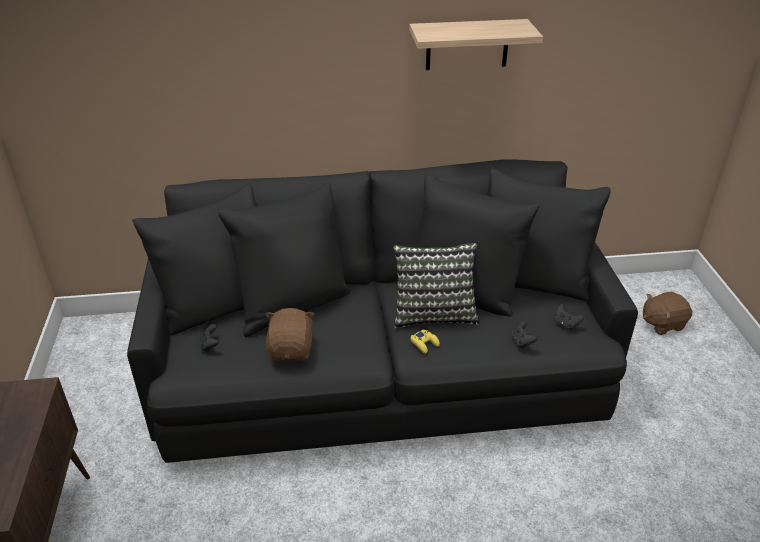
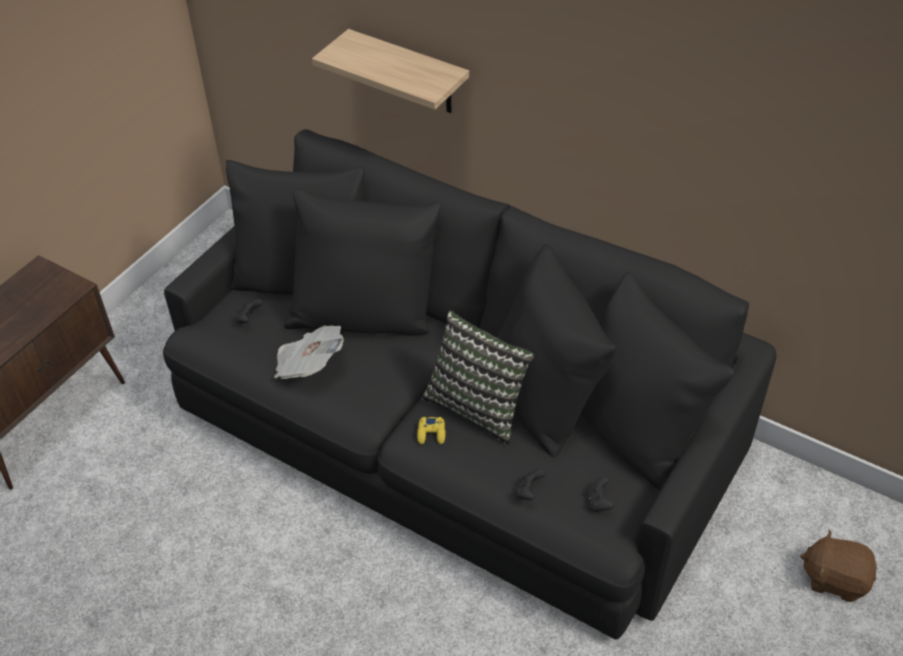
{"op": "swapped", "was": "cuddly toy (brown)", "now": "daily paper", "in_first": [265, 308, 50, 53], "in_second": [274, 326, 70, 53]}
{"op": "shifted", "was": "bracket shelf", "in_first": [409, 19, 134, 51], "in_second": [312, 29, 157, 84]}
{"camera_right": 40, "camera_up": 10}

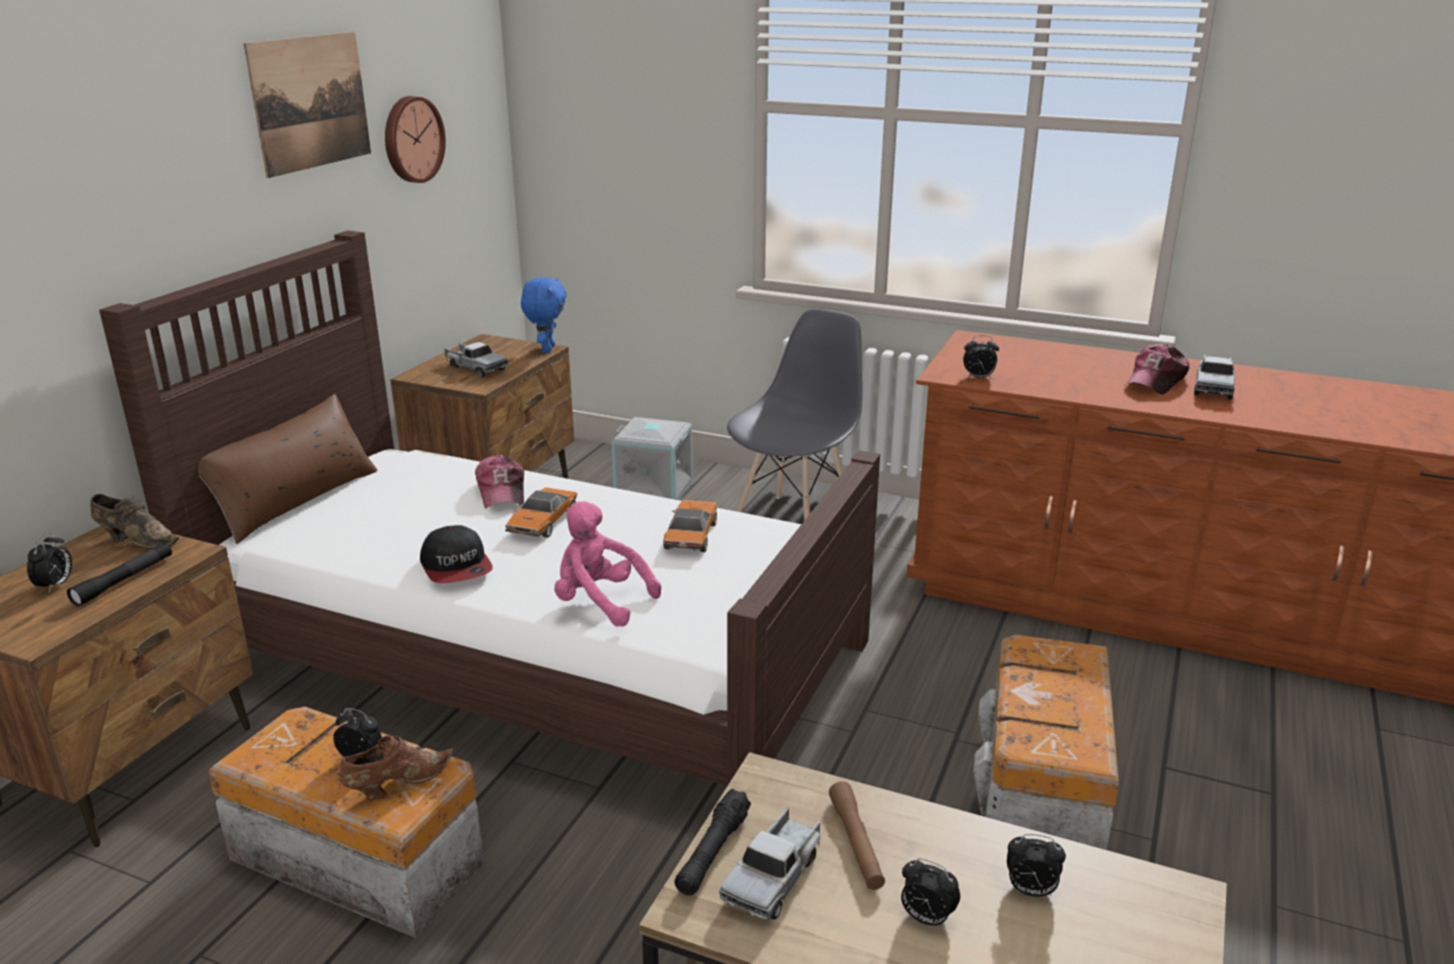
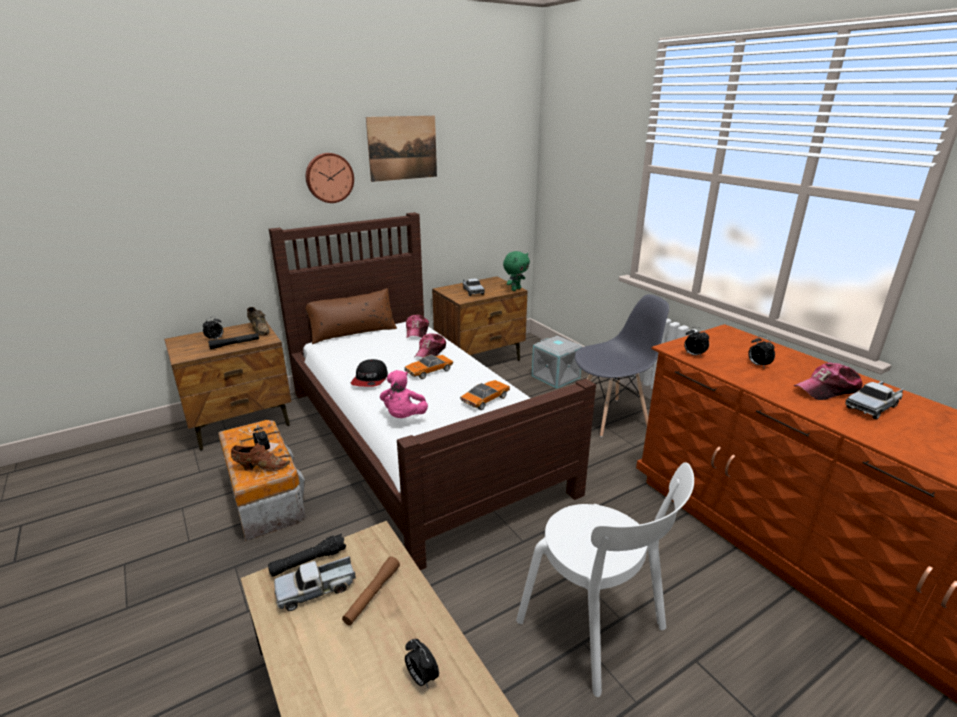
{"op": "shifted", "was": "clock on the wall", "in_first": [385, 96, 61, 87], "in_second": [306, 153, 48, 50]}
{"op": "repainted", "was": "cuddly toy (blue-coloured)", "now": "cuddly toy (green)", "in_first": [521, 277, 46, 76], "in_second": [503, 251, 27, 40]}
{"op": "rotated", "was": "cuddly toy (pink)", "in_first": [554, 501, 107, 126], "in_second": [380, 370, 48, 48], "clockwise": -150}
{"op": "shifted", "was": "alarm clock", "in_first": [901, 858, 59, 70], "in_second": [748, 335, 27, 34]}
{"op": "swapped", "was": "storage bin", "now": "plain chair (white-coloured)", "in_first": [973, 635, 146, 215], "in_second": [516, 462, 178, 235]}
{"op": "new", "now": "peaked cap", "in_second": [406, 315, 23, 23]}
{"camera_right": 35, "camera_up": 0}

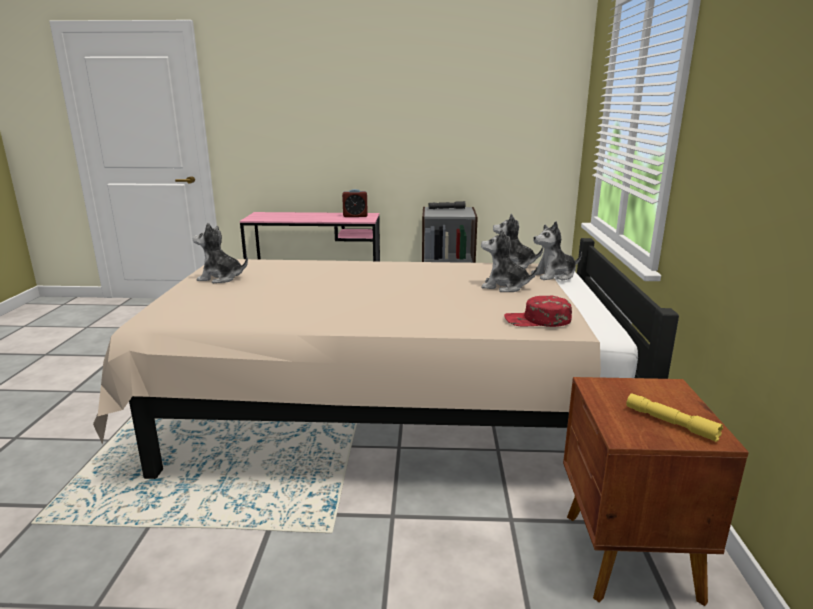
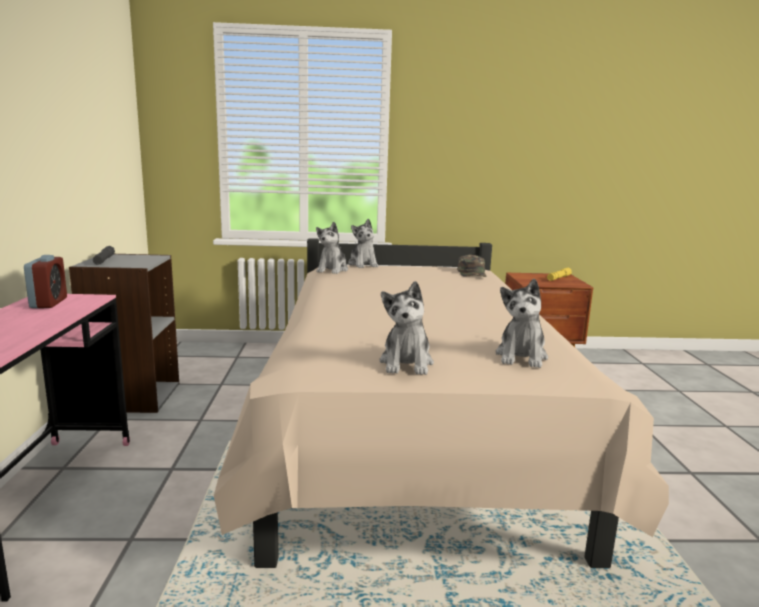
{"op": "shifted", "was": "cuddly toy", "in_first": [481, 228, 57, 64], "in_second": [495, 279, 53, 89]}
{"op": "repainted", "was": "peaked cap (red)", "now": "peaked cap (green)", "in_first": [504, 296, 68, 31], "in_second": [457, 255, 30, 22]}
{"camera_right": -95, "camera_up": -5}

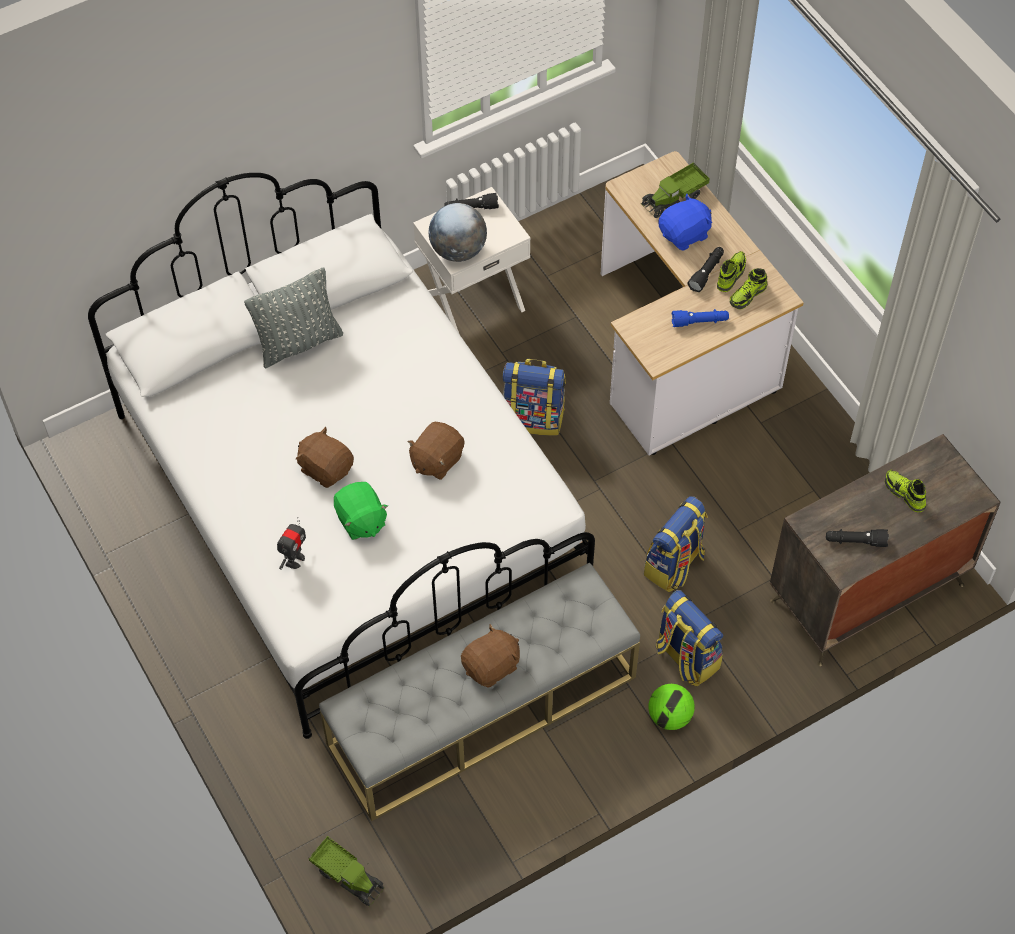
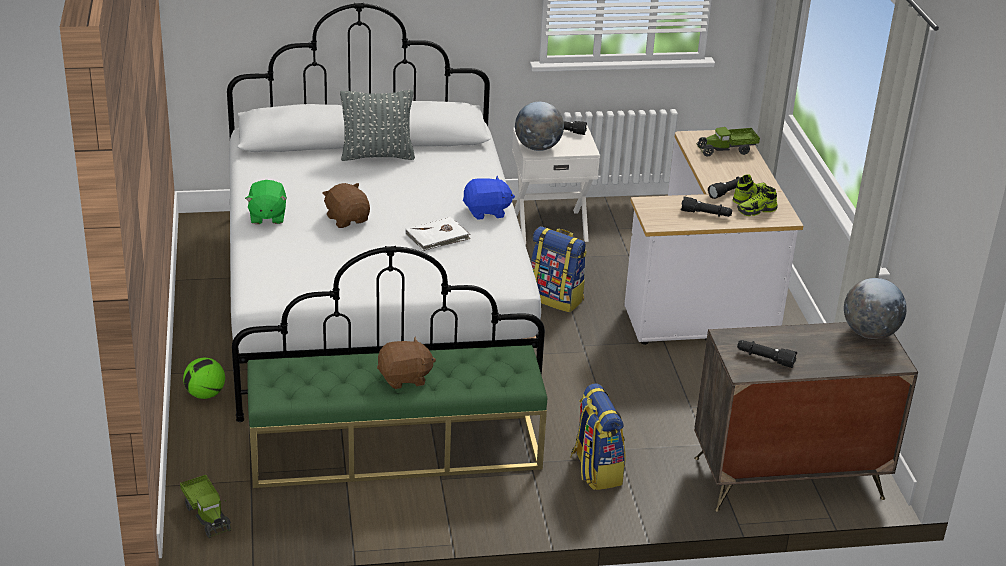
{"op": "gone", "was": "model robot", "in_first": [277, 517, 29, 53]}
{"op": "repainted", "was": "bench (grey)", "now": "bench (green)", "in_first": [319, 563, 321, 258], "in_second": [247, 345, 300, 143]}
{"op": "shifted", "was": "cuddly toy (green)", "in_first": [334, 482, 54, 58], "in_second": [245, 180, 42, 44]}
{"op": "swapped", "was": "cuddly toy (brown)", "now": "bound book (white-coloured)", "in_first": [407, 422, 57, 58], "in_second": [405, 217, 66, 35]}
{"op": "gone", "was": "rucksack", "in_first": [644, 496, 64, 96]}
{"op": "shifted", "was": "football", "in_first": [648, 684, 47, 46], "in_second": [183, 358, 42, 41]}
{"op": "shifted", "was": "cuddly toy (blue-coloured)", "in_first": [659, 193, 53, 58], "in_second": [463, 176, 52, 44]}
{"op": "repainted", "was": "flashlight (blue-coloured)", "now": "flashlight (black)", "in_first": [672, 309, 57, 18], "in_second": [681, 197, 51, 20]}
{"op": "gone", "was": "low shoe", "in_first": [885, 470, 41, 42]}
{"op": "new", "now": "globe", "in_second": [844, 278, 63, 61]}
{"camera_right": 20, "camera_up": -25}

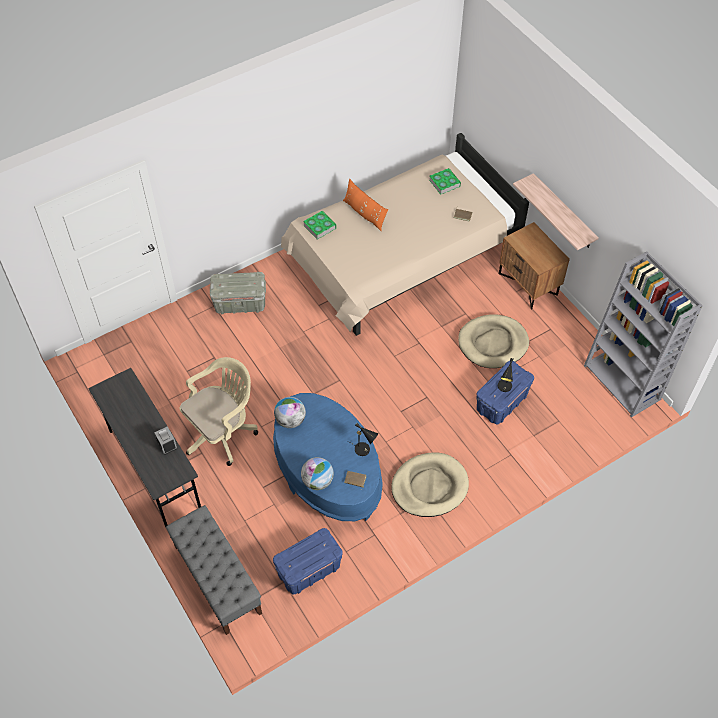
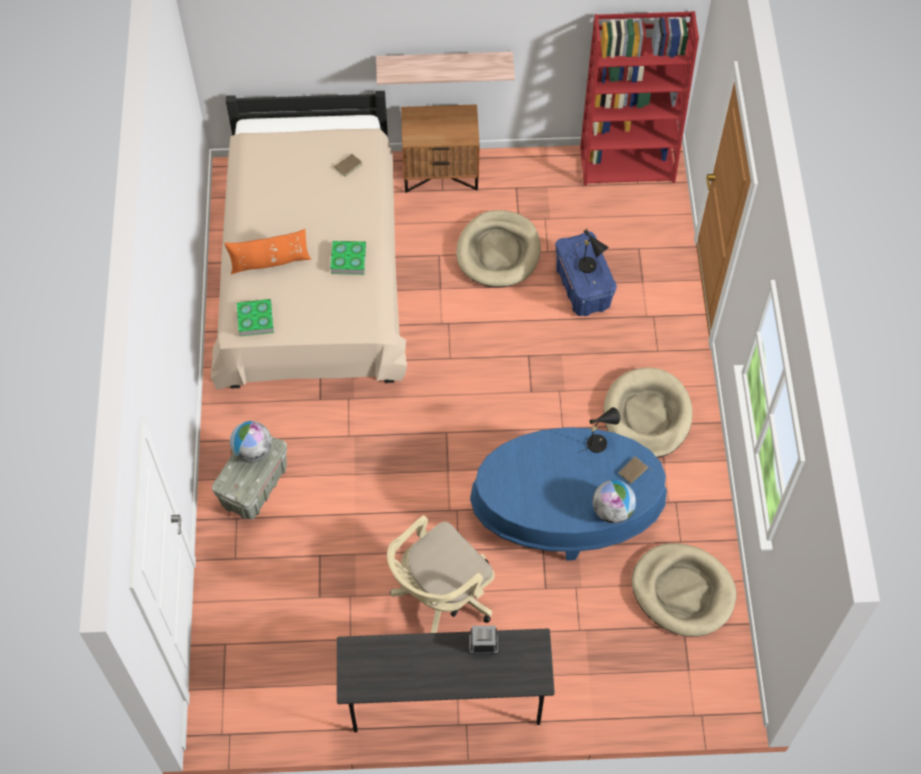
{"op": "gone", "was": "bench (grey)", "in_first": [166, 505, 96, 130]}
{"op": "rotated", "was": "office chair (beige)", "in_first": [180, 357, 78, 109], "in_second": [387, 515, 108, 118], "clockwise": -120}
{"op": "swapped", "was": "storage bin (blue-coloured)", "now": "dog cushion (beige)", "in_first": [273, 528, 70, 66], "in_second": [632, 543, 105, 94]}
{"op": "shifted", "was": "globe", "in_first": [274, 397, 32, 31], "in_second": [230, 421, 42, 42]}
{"op": "shifted", "was": "bound book", "in_first": [429, 168, 32, 27], "in_second": [330, 241, 36, 34]}
{"op": "repainted", "was": "bookcase (grey)", "now": "bookcase (red)", "in_first": [584, 251, 119, 167], "in_second": [580, 11, 119, 175]}
{"camera_right": -60, "camera_up": 5}

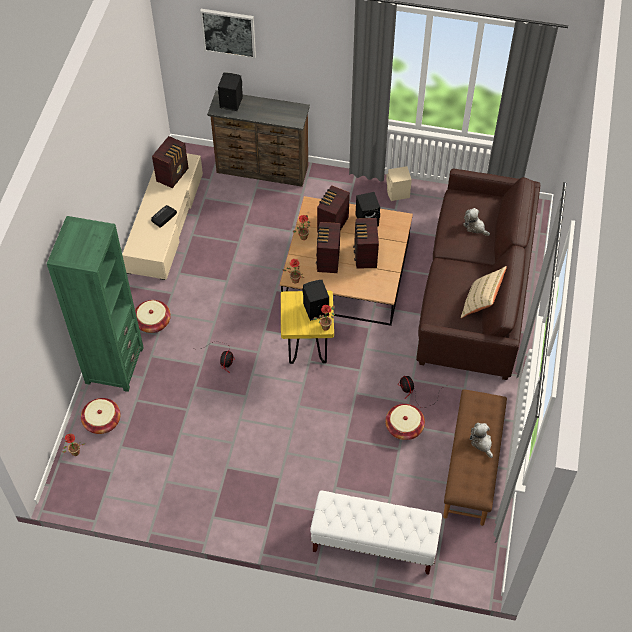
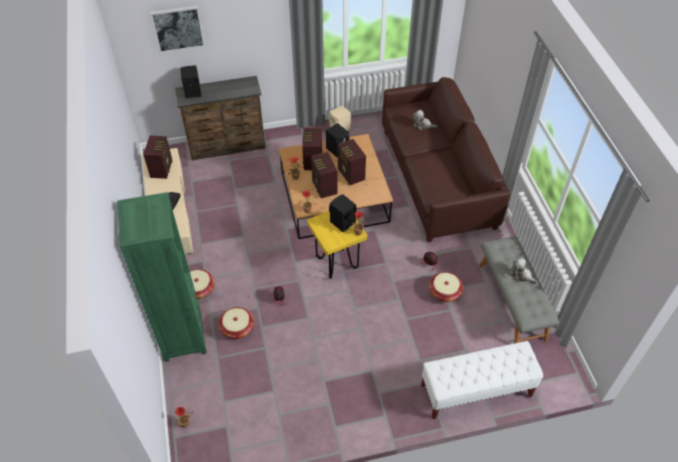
{"op": "shifted", "was": "household basket", "in_first": [81, 398, 40, 36], "in_second": [219, 307, 35, 32]}
{"op": "repainted", "was": "bench (brown)", "now": "bench (grey)", "in_first": [443, 389, 64, 137], "in_second": [479, 236, 80, 108]}
{"op": "gone", "was": "throw pillow (beige)", "in_first": [461, 266, 46, 52]}
{"camera_right": -25, "camera_up": -5}

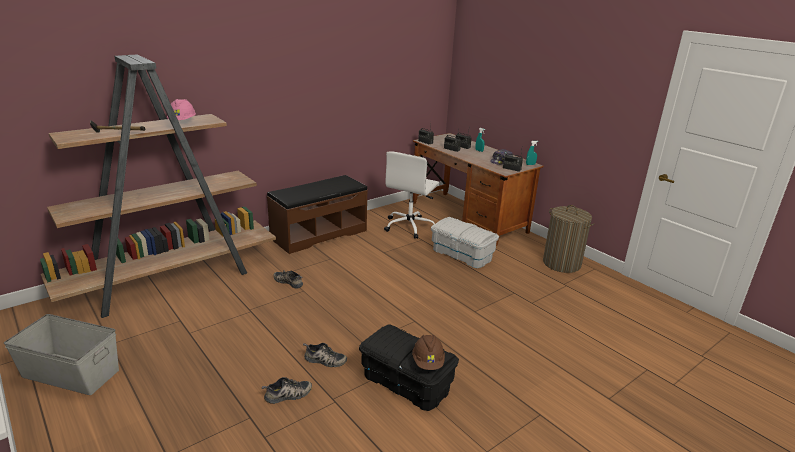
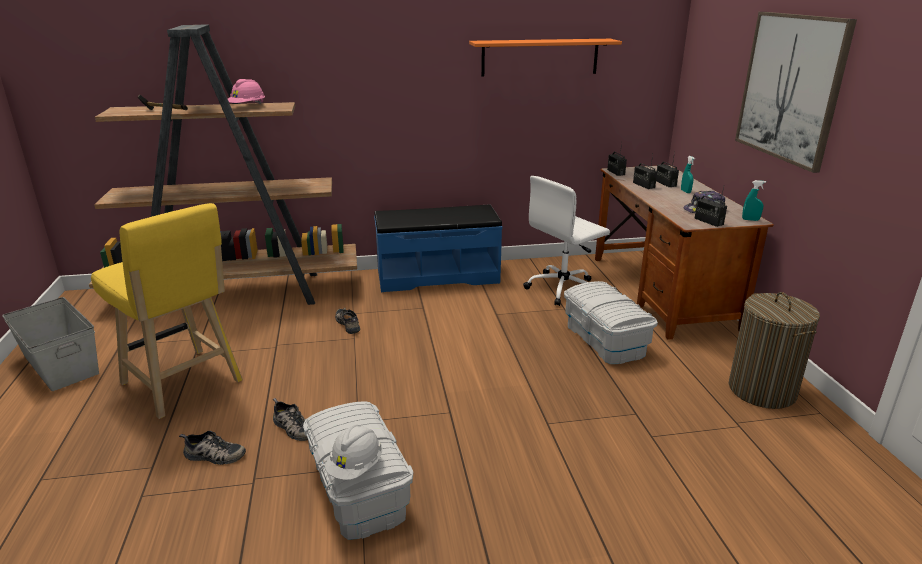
{"op": "repainted", "was": "bench (brown)", "now": "bench (blue-coloured)", "in_first": [267, 175, 101, 79], "in_second": [374, 205, 128, 87]}
{"op": "repainted", "was": "storage bin (black)", "now": "storage bin (white-coloured)", "in_first": [359, 324, 100, 87], "in_second": [303, 401, 110, 139]}
{"op": "repainted", "was": "work helmet (brown)", "now": "work helmet (white-coloured)", "in_first": [412, 335, 33, 35], "in_second": [325, 425, 57, 55]}
{"op": "new", "now": "stool seat (yellowish)", "in_second": [91, 203, 152, 216]}
{"op": "new", "now": "bracket shelf (orange)", "in_second": [469, 39, 153, 38]}
{"op": "new", "now": "wall picture", "in_second": [735, 12, 122, 161]}
{"camera_right": 30, "camera_up": 0}

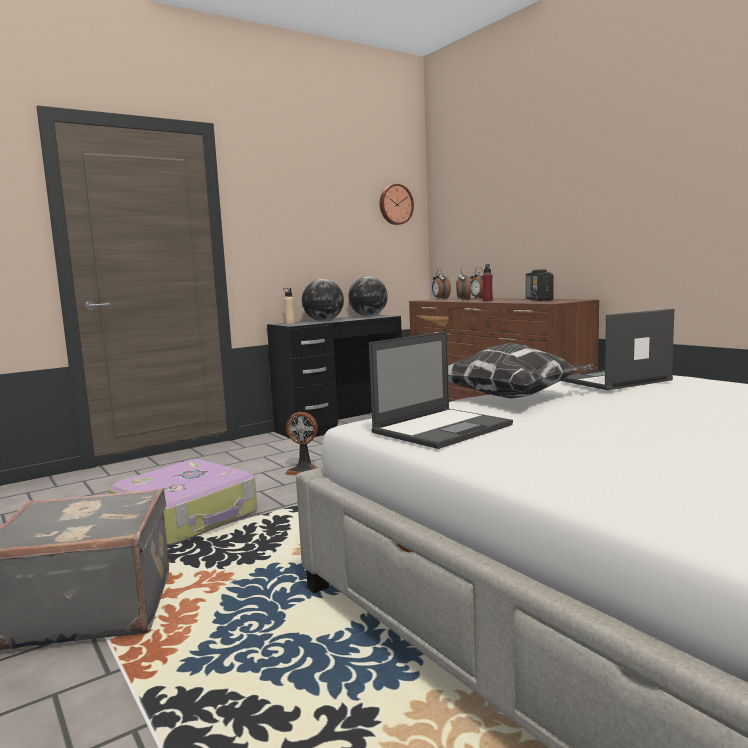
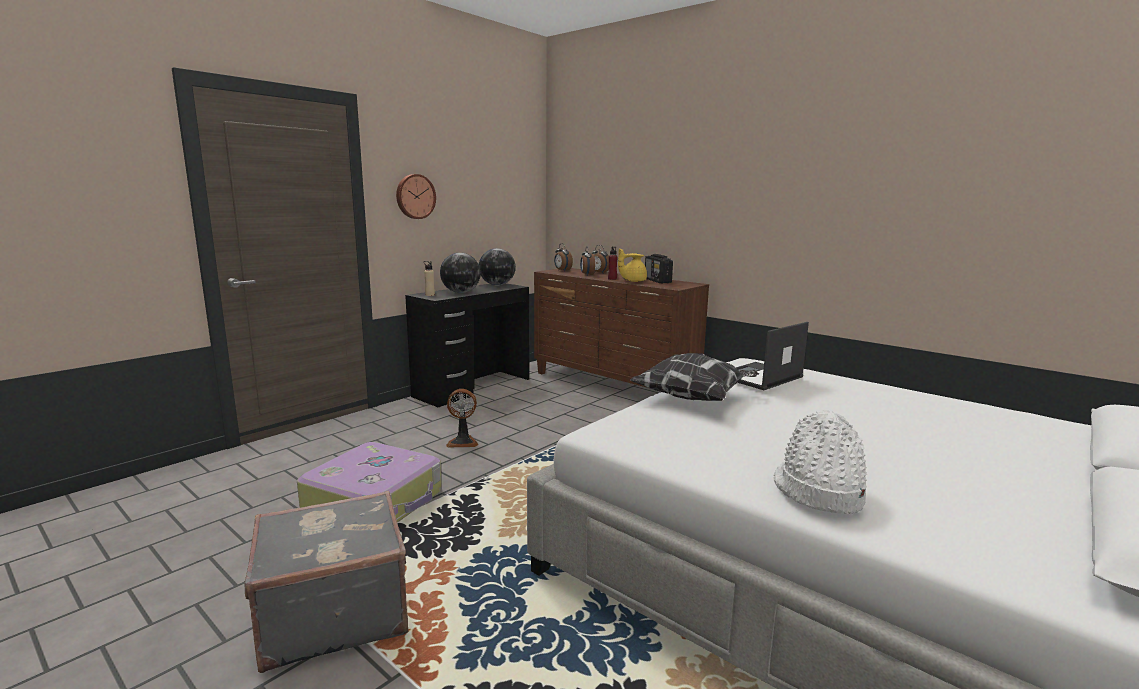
{"op": "gone", "was": "portable computer", "in_first": [369, 331, 144, 118]}
{"op": "shifted", "was": "clock on the wall", "in_first": [380, 184, 34, 41], "in_second": [396, 174, 40, 45]}
{"op": "new", "now": "pot for tea (yellowish)", "in_second": [618, 248, 29, 34]}
{"op": "new", "now": "hat (white-coloured)", "in_second": [773, 410, 94, 104]}
{"camera_right": -15, "camera_up": 5}

